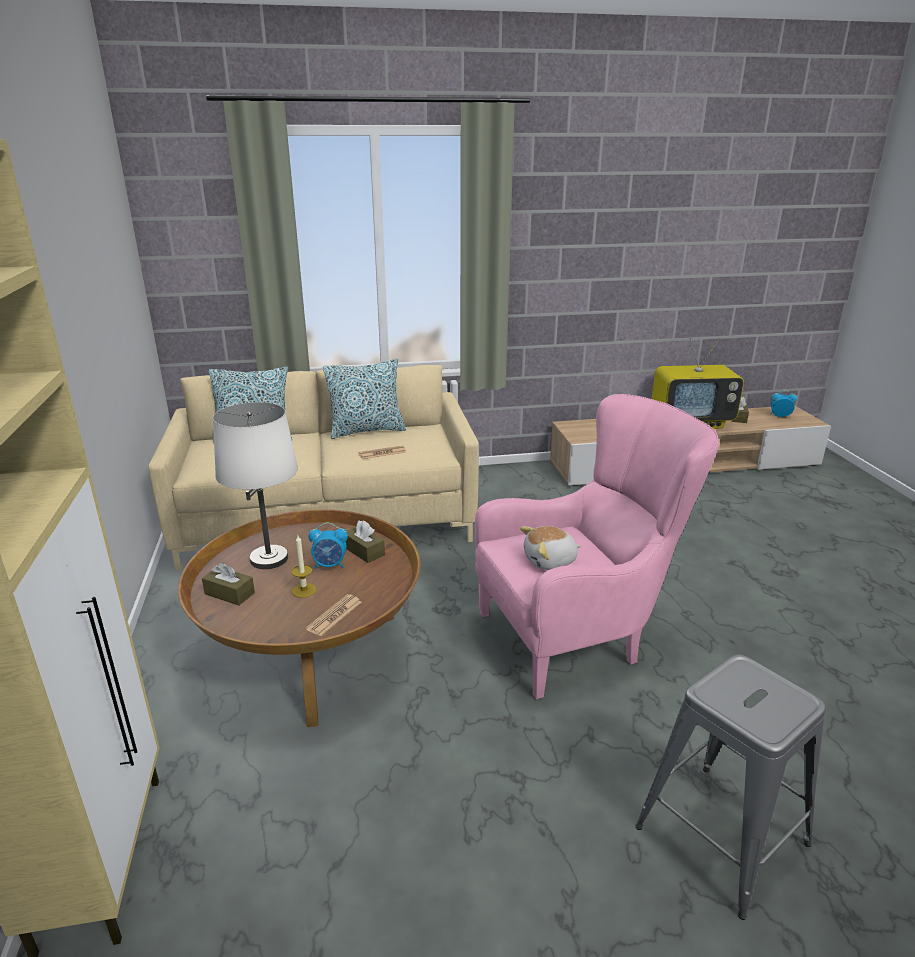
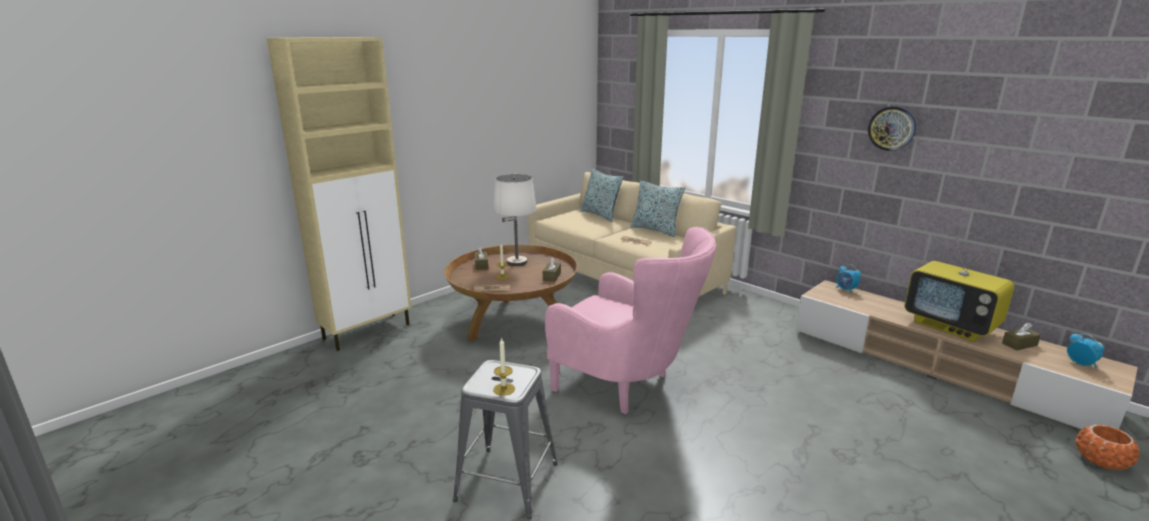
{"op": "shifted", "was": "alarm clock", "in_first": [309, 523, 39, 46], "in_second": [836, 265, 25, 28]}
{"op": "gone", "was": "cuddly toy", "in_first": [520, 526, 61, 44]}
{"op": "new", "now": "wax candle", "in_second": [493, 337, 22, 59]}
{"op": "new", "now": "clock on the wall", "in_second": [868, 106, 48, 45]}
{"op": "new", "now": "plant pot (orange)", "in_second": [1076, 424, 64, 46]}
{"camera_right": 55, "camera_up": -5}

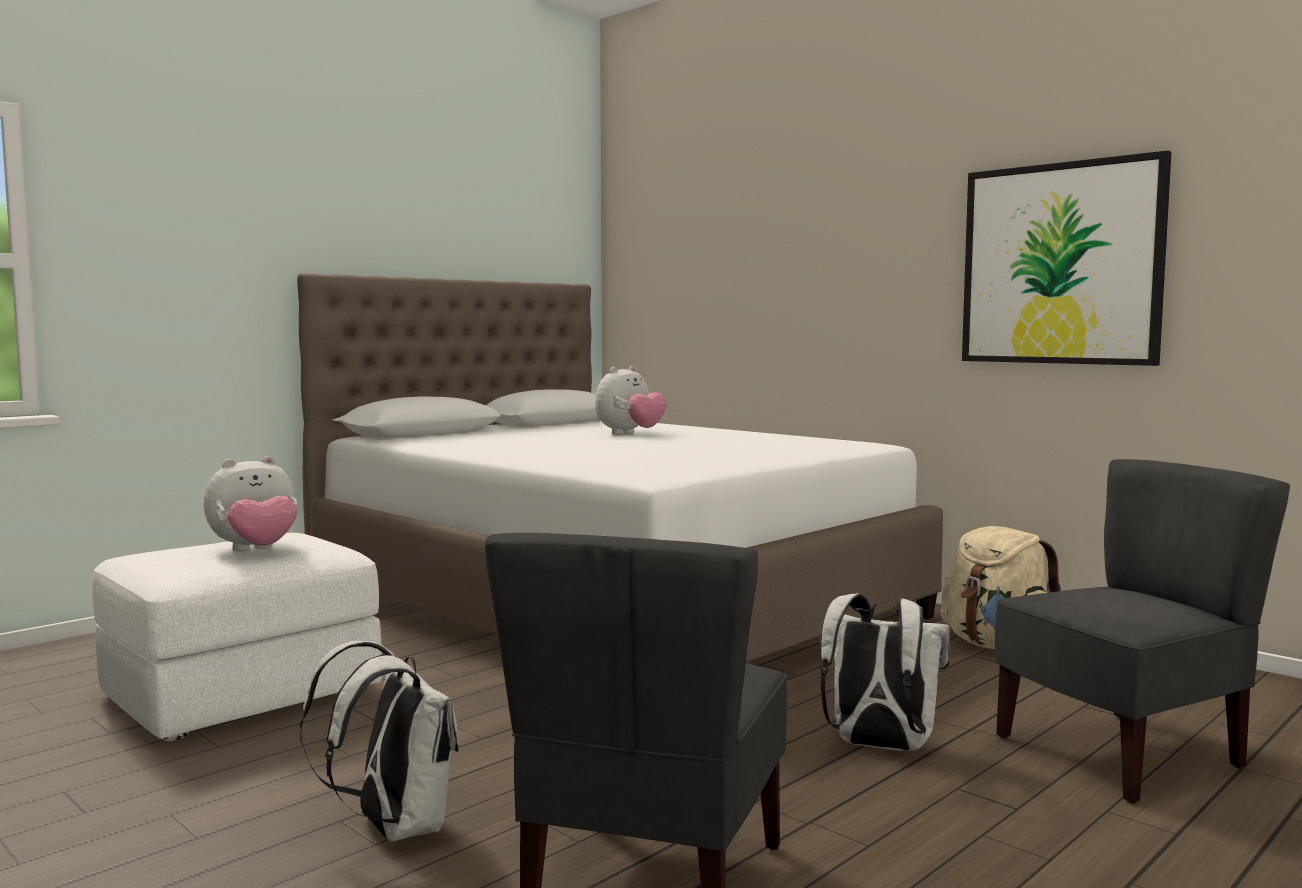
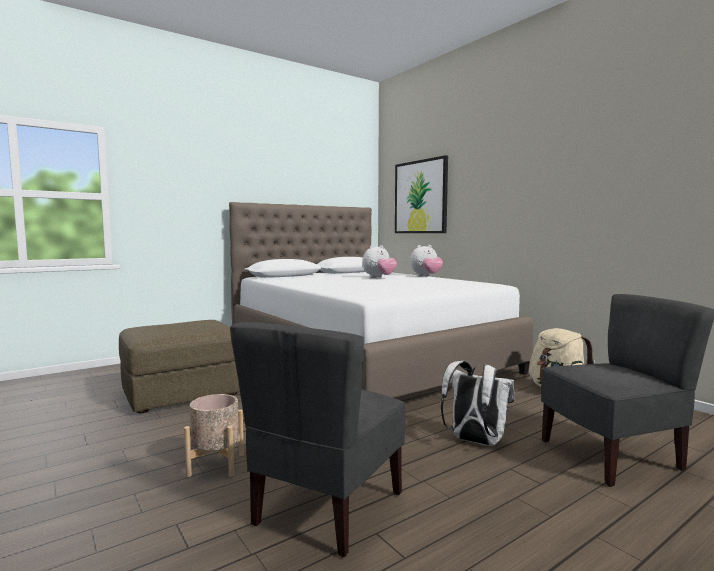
{"op": "repainted", "was": "footrest (white-coloured)", "now": "footrest (brown)", "in_first": [92, 533, 290, 208], "in_second": [119, 320, 121, 93]}
{"op": "shifted", "was": "cuddly toy", "in_first": [204, 456, 94, 95], "in_second": [410, 245, 33, 31]}
{"op": "swapped", "was": "rucksack (white-coloured)", "now": "plant pot (beige)", "in_first": [300, 641, 159, 201], "in_second": [184, 394, 60, 83]}
{"op": "shifted", "was": "wall picture", "in_first": [962, 150, 209, 216], "in_second": [395, 155, 53, 78]}
{"camera_right": 10, "camera_up": 0}

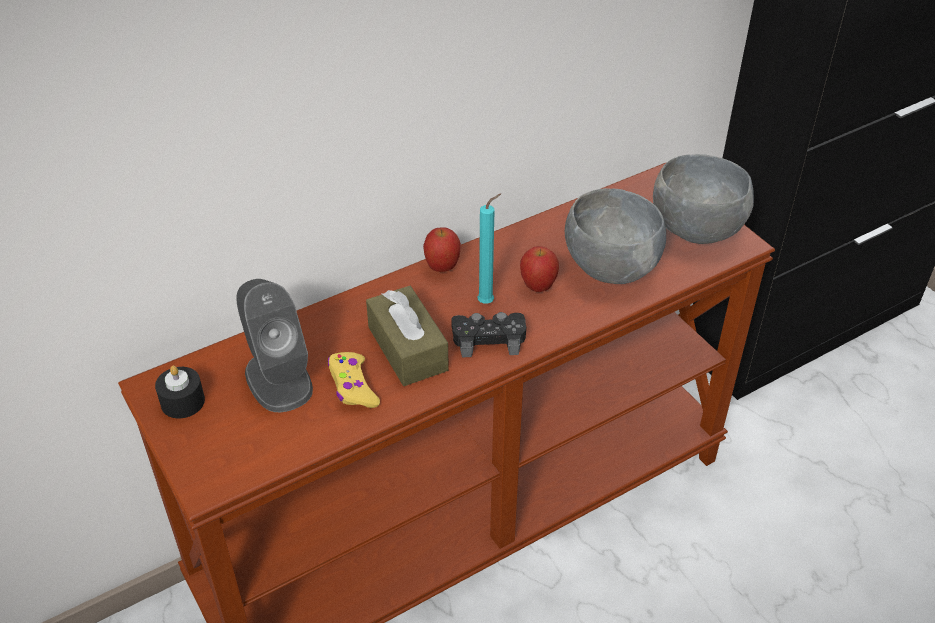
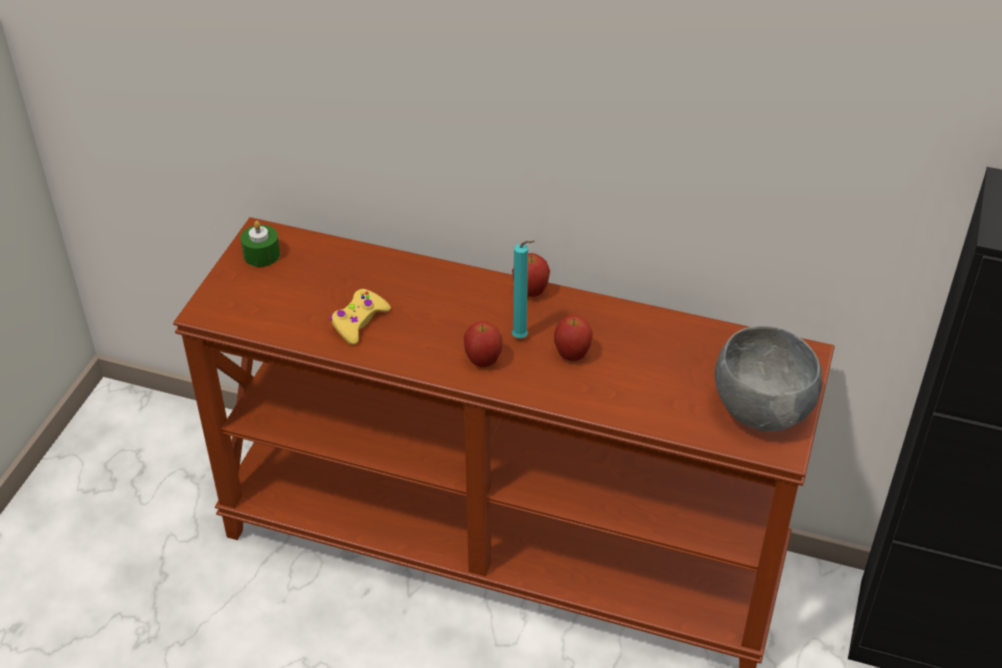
{"op": "repainted", "was": "wax candle (black)", "now": "wax candle (green)", "in_first": [155, 366, 50, 52], "in_second": [241, 221, 39, 46]}
{"op": "gone", "was": "loudspeaker (grey)", "in_first": [236, 279, 77, 133]}
{"op": "gone", "was": "box of tissues (brown)", "in_first": [366, 286, 83, 100]}
{"op": "swapped", "was": "gamepad (black)", "now": "whole apple", "in_first": [451, 312, 75, 46], "in_second": [464, 321, 39, 46]}
{"op": "gone", "was": "bowl (grey)", "in_first": [565, 188, 101, 96]}
{"camera_right": 50, "camera_up": 0}

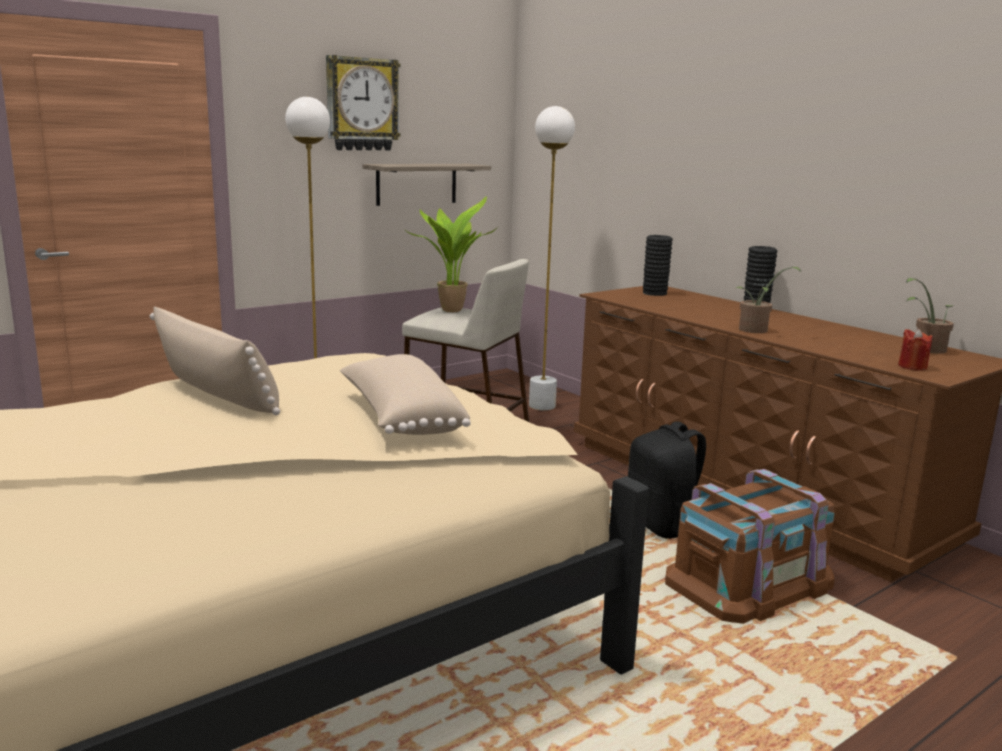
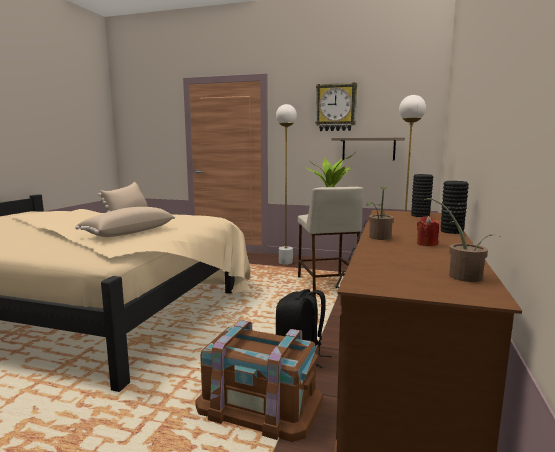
{"op": "shifted", "was": "wax candle (red)", "in_first": [898, 329, 34, 42], "in_second": [417, 216, 22, 30]}
{"camera_right": 55, "camera_up": -5}

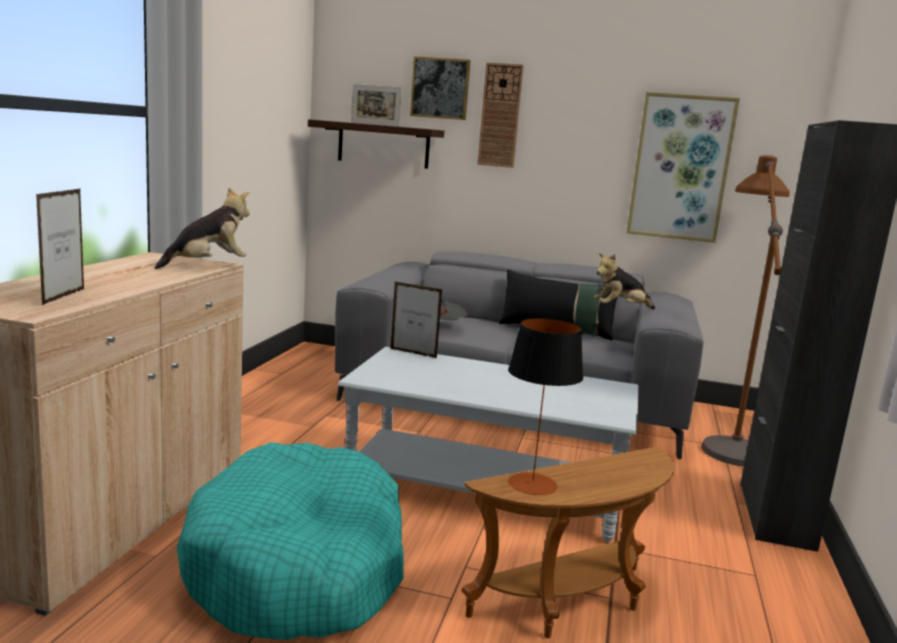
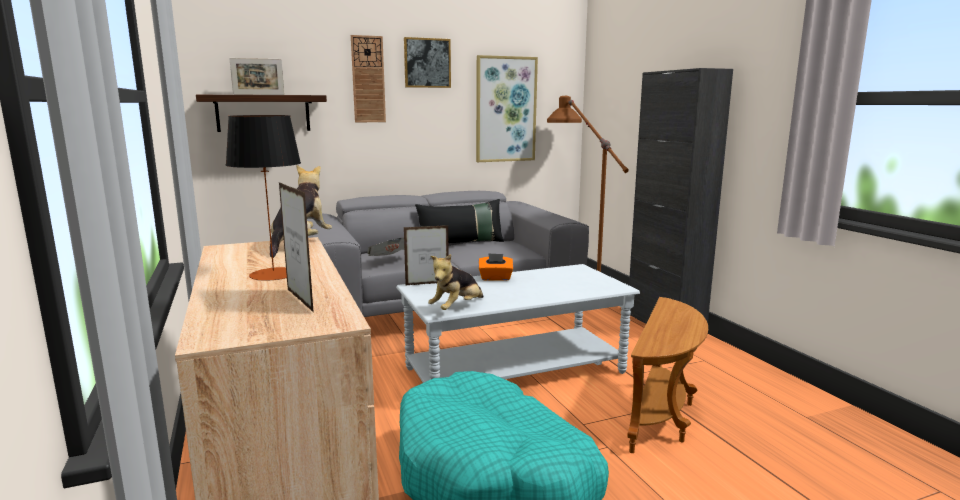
{"op": "shifted", "was": "wall picture", "in_first": [410, 57, 61, 63], "in_second": [404, 37, 47, 51]}
{"op": "shifted", "was": "tabletop lamp", "in_first": [508, 318, 75, 177], "in_second": [226, 115, 75, 166]}
{"op": "shifted", "was": "cuddly toy", "in_first": [594, 253, 61, 57], "in_second": [428, 254, 56, 56]}
{"op": "new", "now": "box of tissues (orange)", "in_second": [479, 253, 34, 28]}
{"camera_right": -35, "camera_up": 0}

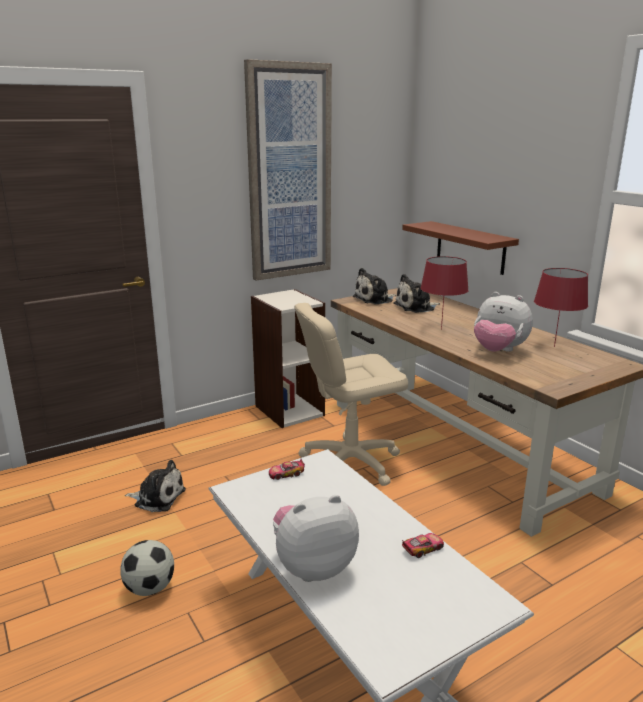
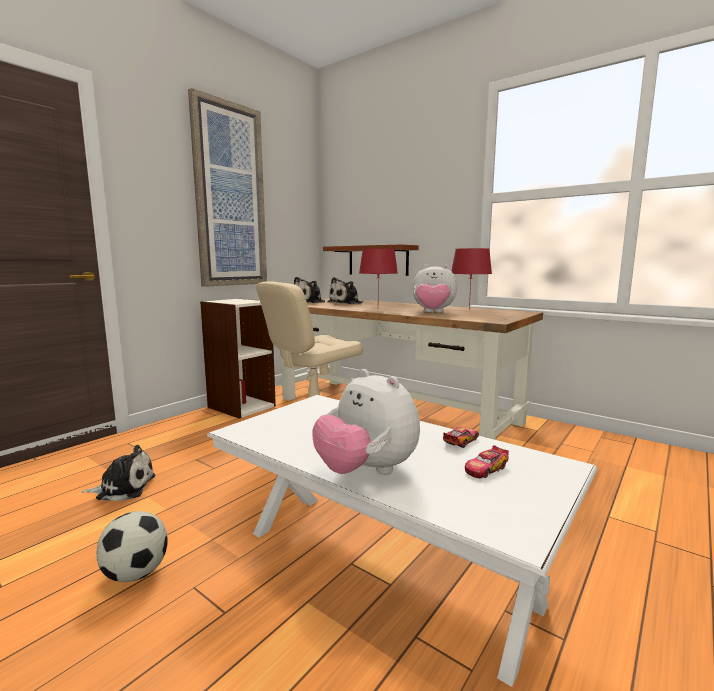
{"op": "shifted", "was": "toy car", "in_first": [269, 459, 36, 21], "in_second": [465, 445, 44, 33]}
{"op": "rotated", "was": "cuddly toy", "in_first": [273, 495, 86, 87], "in_second": [312, 369, 108, 105], "clockwise": -90}
{"camera_right": -20, "camera_up": -10}

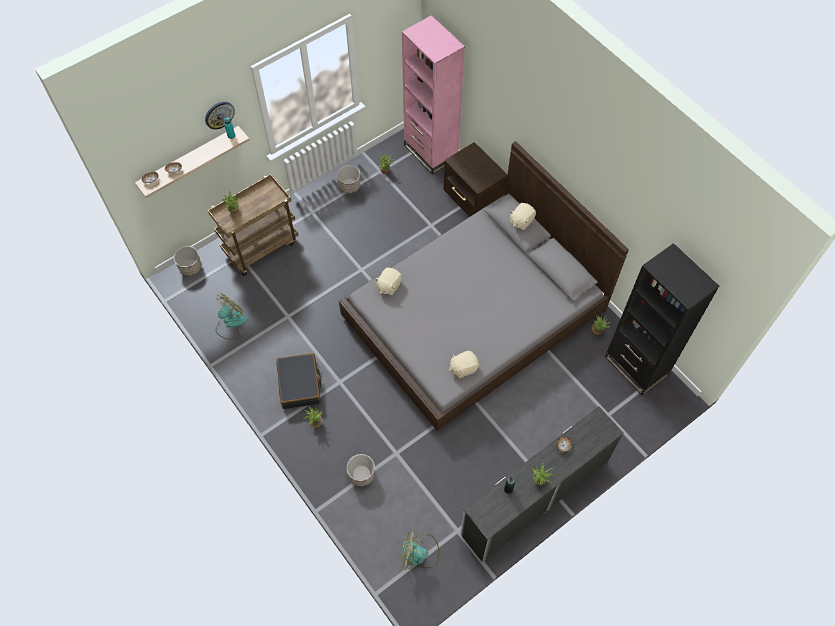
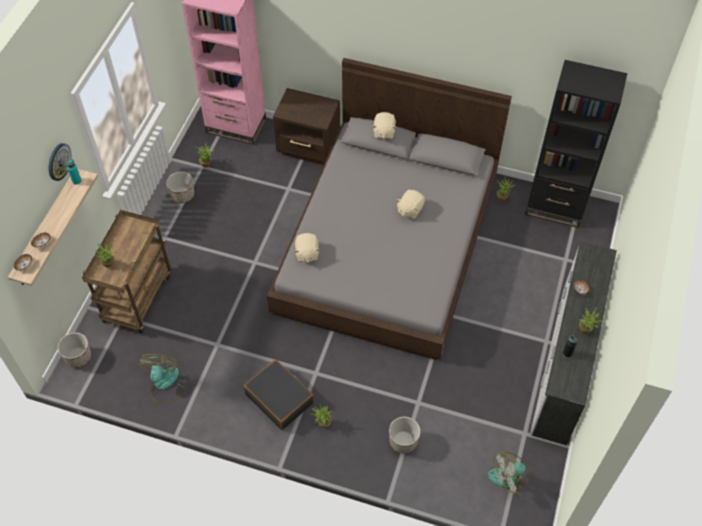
{"op": "shifted", "was": "cuddly toy (beige)", "in_first": [449, 351, 30, 27], "in_second": [397, 190, 28, 29]}
{"camera_right": -35, "camera_up": -5}

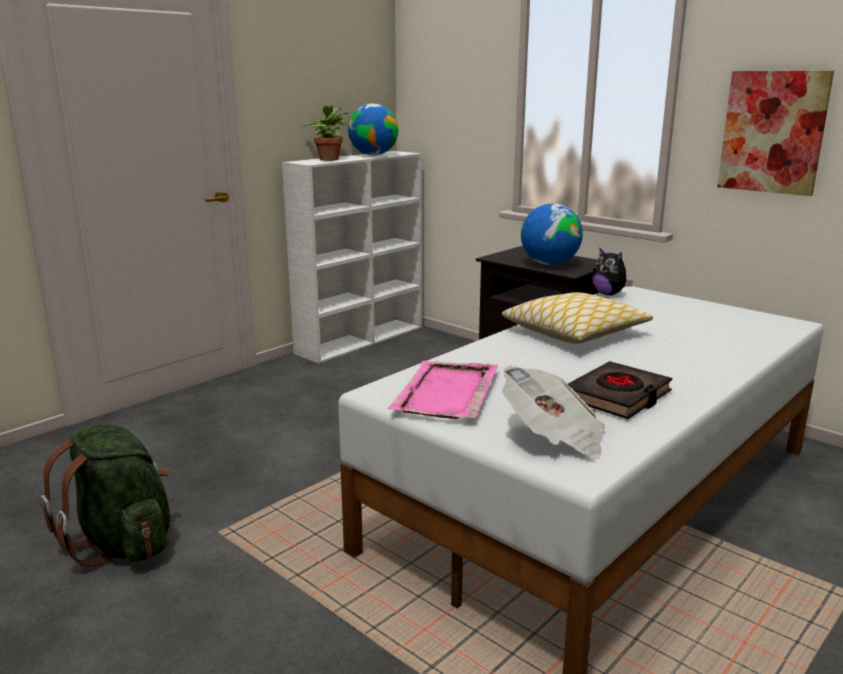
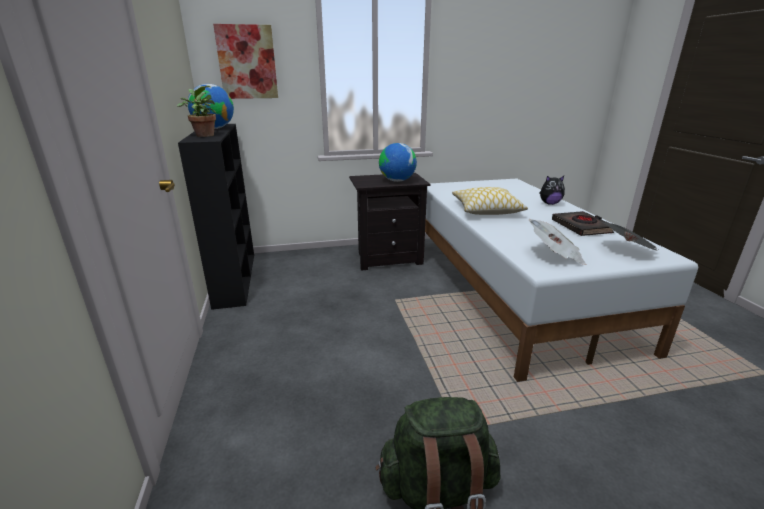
{"op": "repainted", "was": "bookcase (white-coloured)", "now": "bookcase (black)", "in_first": [282, 151, 140, 212], "in_second": [178, 124, 76, 186]}
{"op": "swapped", "was": "tray (pink)", "now": "daily paper", "in_first": [388, 361, 111, 58], "in_second": [529, 219, 57, 46]}
{"op": "shifted", "was": "cuddly toy", "in_first": [592, 248, 41, 47], "in_second": [539, 176, 26, 29]}
{"op": "shifted", "was": "wall picture", "in_first": [717, 71, 117, 125], "in_second": [213, 24, 65, 75]}
{"camera_right": -55, "camera_up": 5}

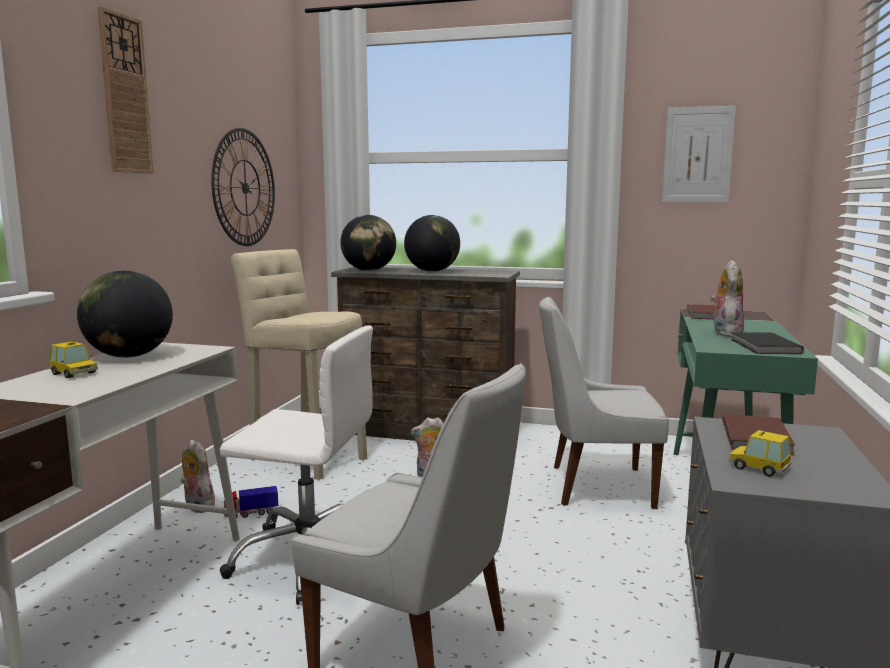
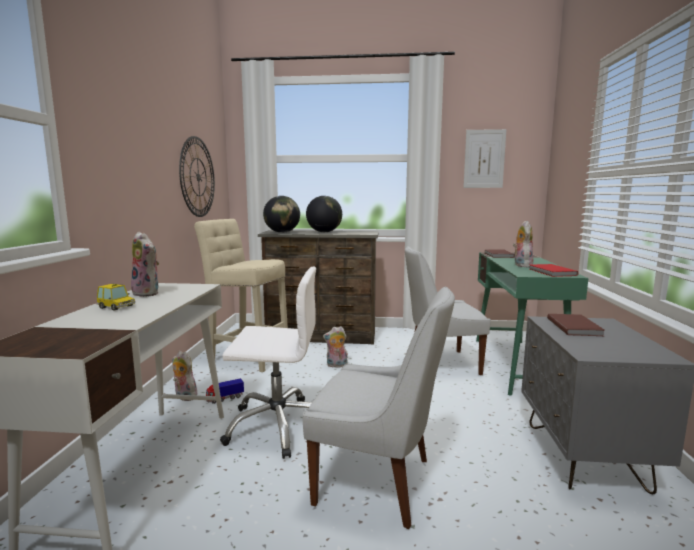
{"op": "swapped", "was": "globe", "now": "cuddly toy", "in_first": [77, 271, 96, 87], "in_second": [131, 232, 28, 65]}
{"op": "gone", "was": "clock on the wall", "in_first": [97, 6, 57, 168]}
{"op": "gone", "was": "toy car", "in_first": [729, 430, 63, 47]}
{"op": "repainted", "was": "bound book (black)", "now": "bound book (red)", "in_first": [731, 332, 73, 22], "in_second": [530, 264, 48, 13]}
{"camera_right": -10, "camera_up": 0}

